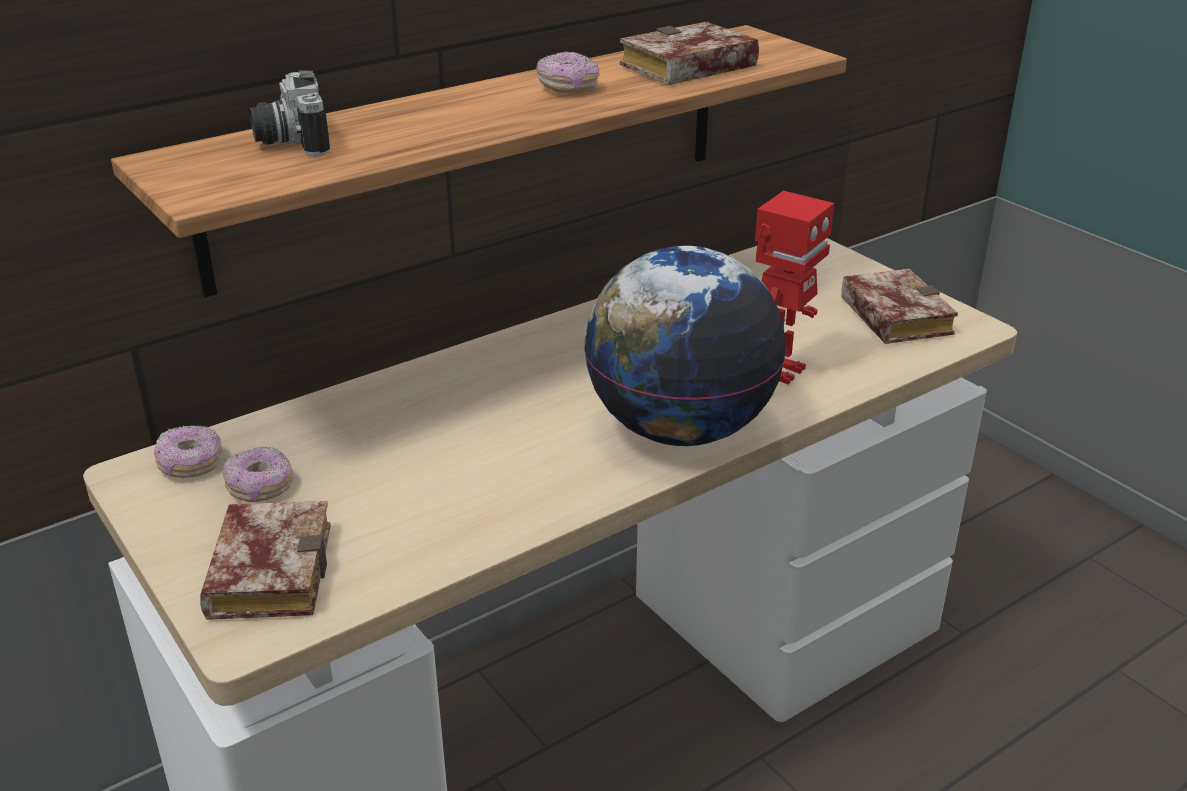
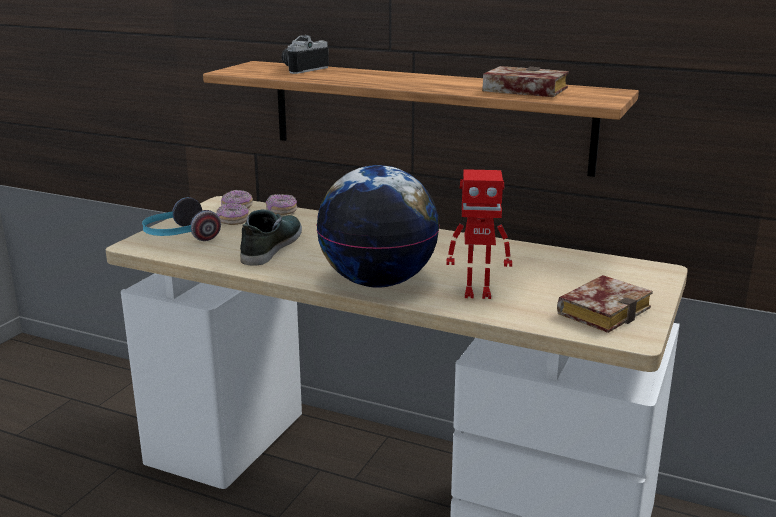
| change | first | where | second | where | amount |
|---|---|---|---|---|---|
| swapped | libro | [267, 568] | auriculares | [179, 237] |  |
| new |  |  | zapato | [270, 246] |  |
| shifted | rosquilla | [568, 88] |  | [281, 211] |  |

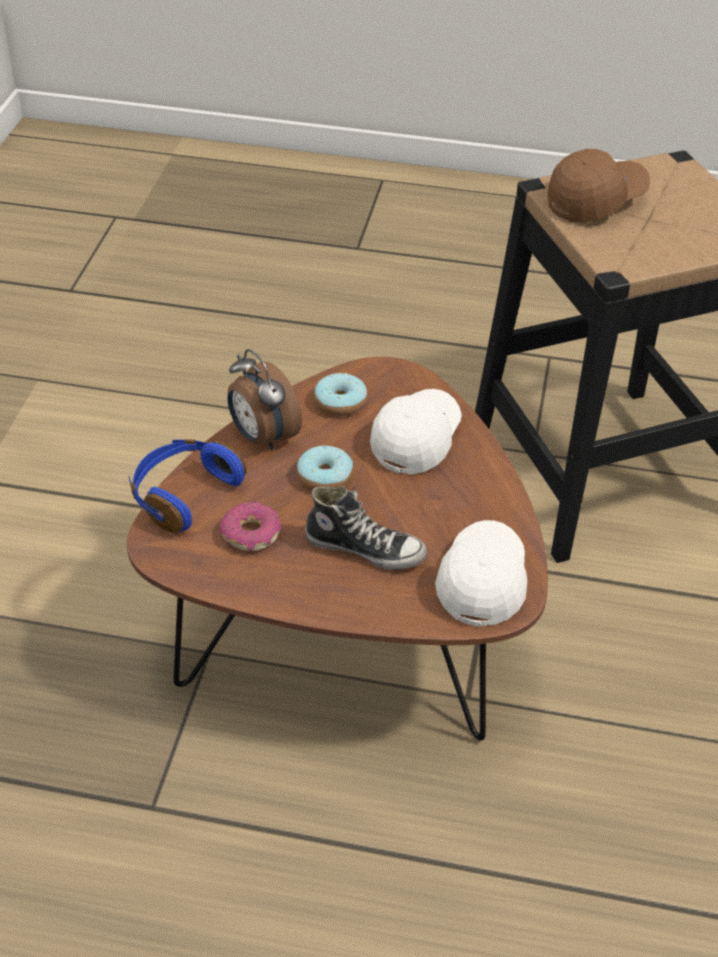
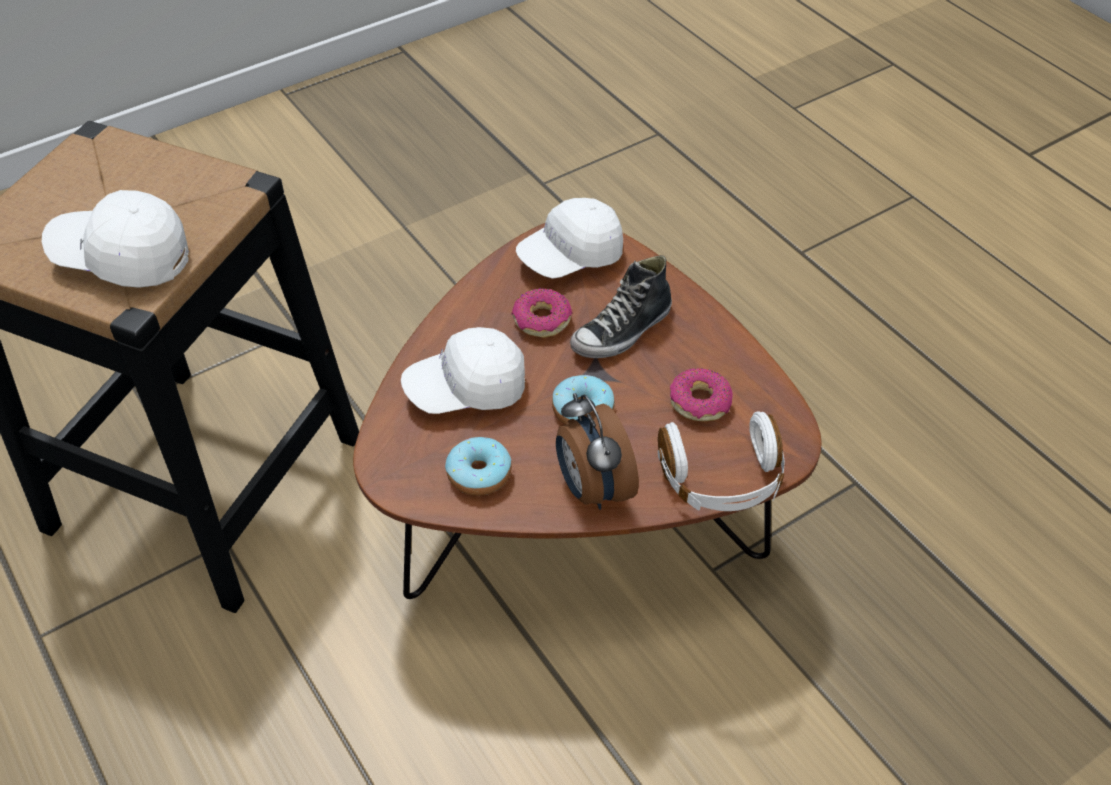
| change | first | where | second | where | amount |
|---|---|---|---|---|---|
| repainted | gorra [marrón] | [596, 200] | gorra [blanco] | [122, 257] |  |
| new |  |  | rosquilla | [541, 320] |  |
| rotated | despertador | [262, 437] |  | [592, 488] | 150 degrees clockwise |
| rotated | zapato | [365, 548] |  | [622, 331] | 105 degrees counterclockwise |
| repainted | auriculares [azul] | [183, 494] | auriculares [blanco] | [722, 479] |  |

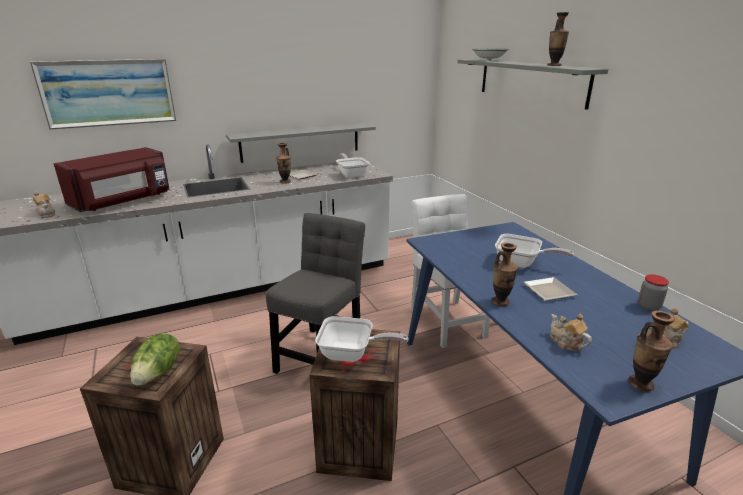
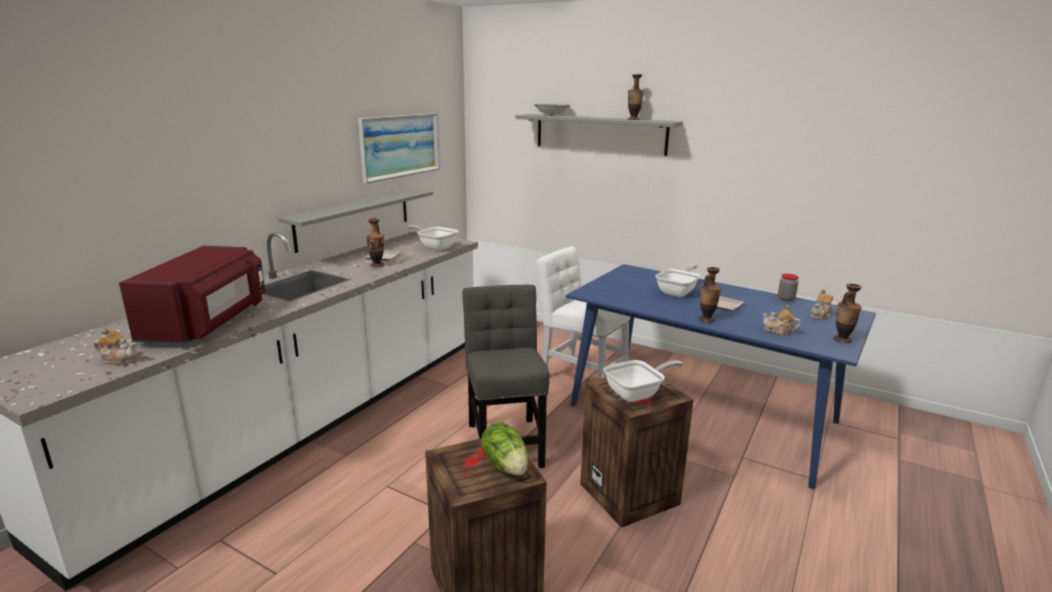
| change | first | where | second | where | amount |
|---|---|---|---|---|---|
| shifted | cuadro | [108, 93] |  | [400, 146] |  |
| rotated | sartén | [521, 264] |  | [678, 292] | 45 degrees counterclockwise |

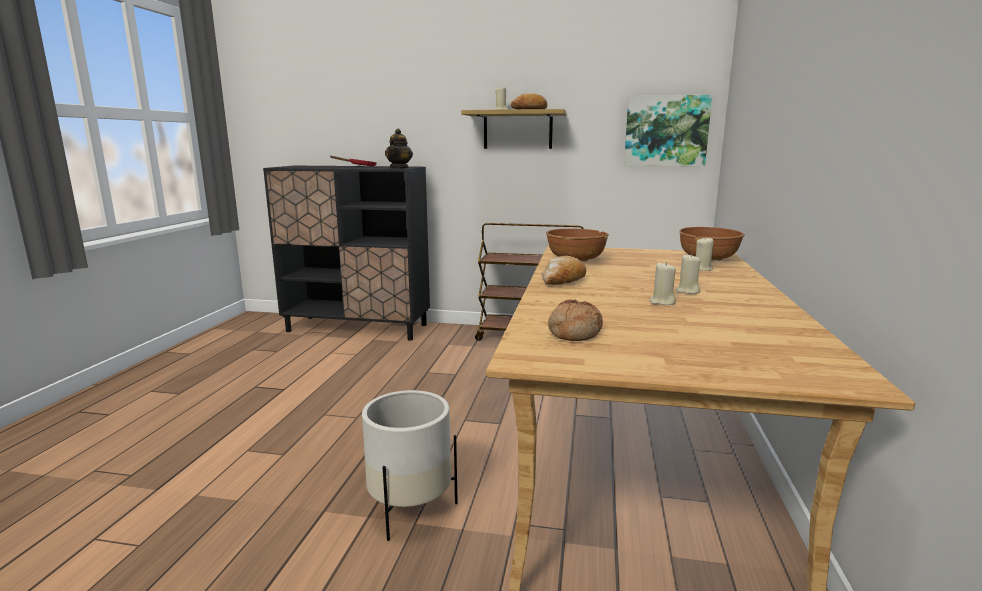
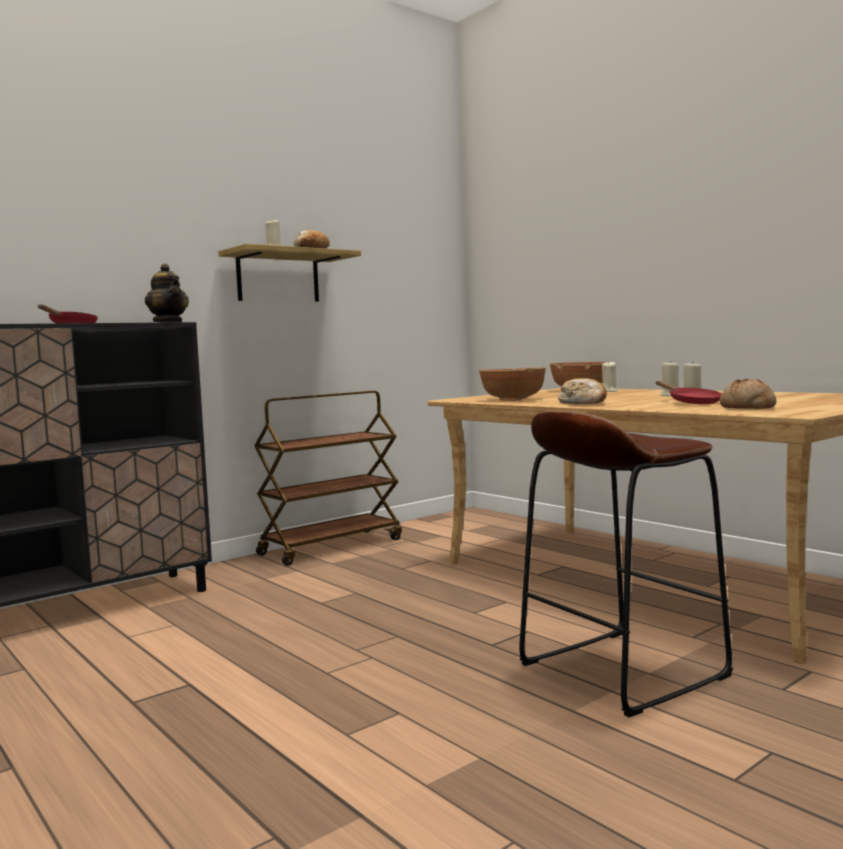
| change | first | where | second | where | amount |
|---|---|---|---|---|---|
| swapped | maceta [blanco] | [410, 509] | taburete [marrón] | [621, 670] |  |
| new |  |  | sartén [rojo] | [691, 402] |  |
| gone | cuadro | [666, 131] |  |  |  |

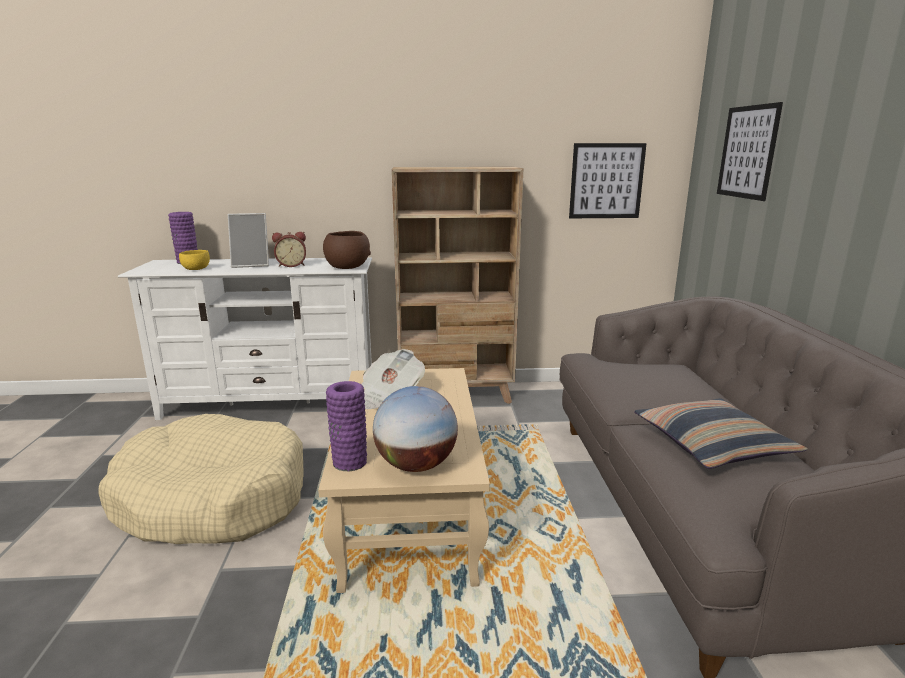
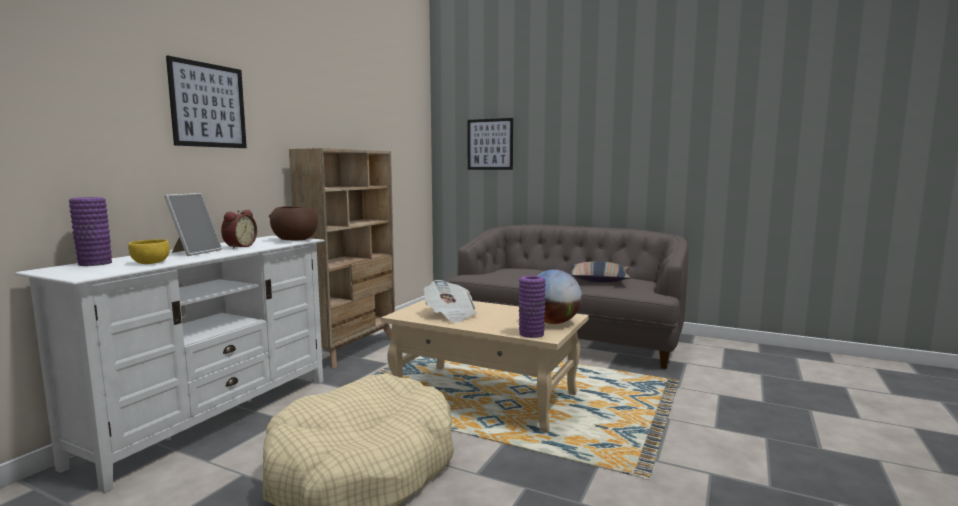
| change | first | where | second | where | amount |
|---|---|---|---|---|---|
| shifted | cuadro | [606, 181] |  | [208, 105] |  |

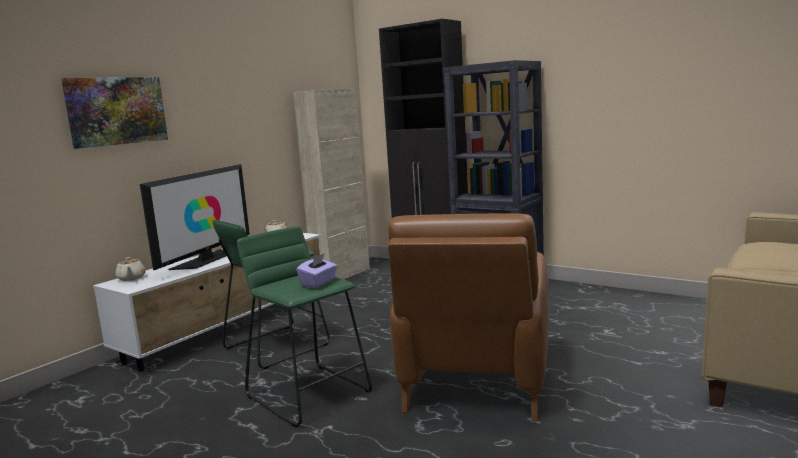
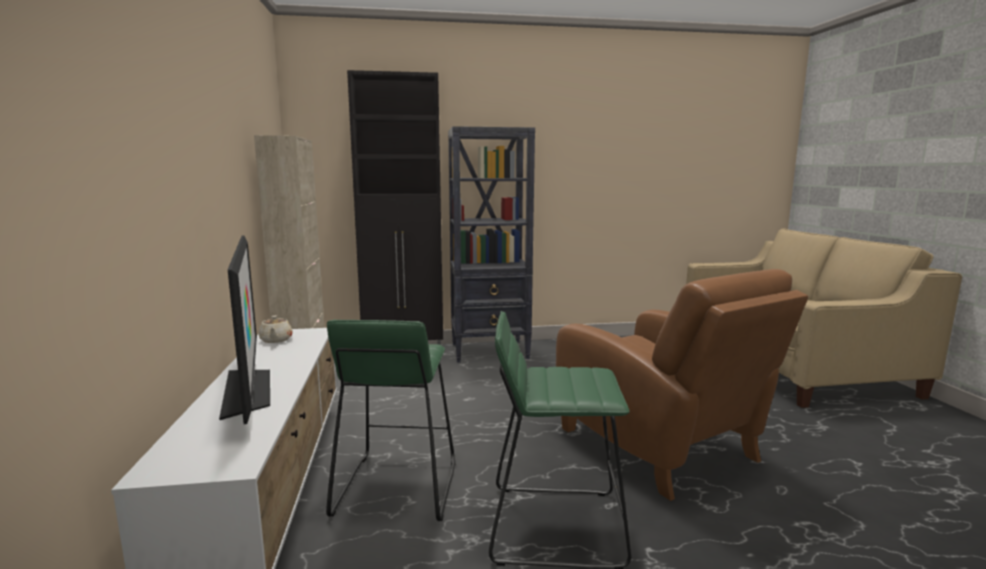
| change | first | where | second | where | amount |
|---|---|---|---|---|---|
| gone | cuadro | [117, 111] |  |  |  |
| gone | tetera [beis] | [131, 278] |  |  |  |
| gone | caja de pañuelos [morado] | [318, 283] |  |  |  |

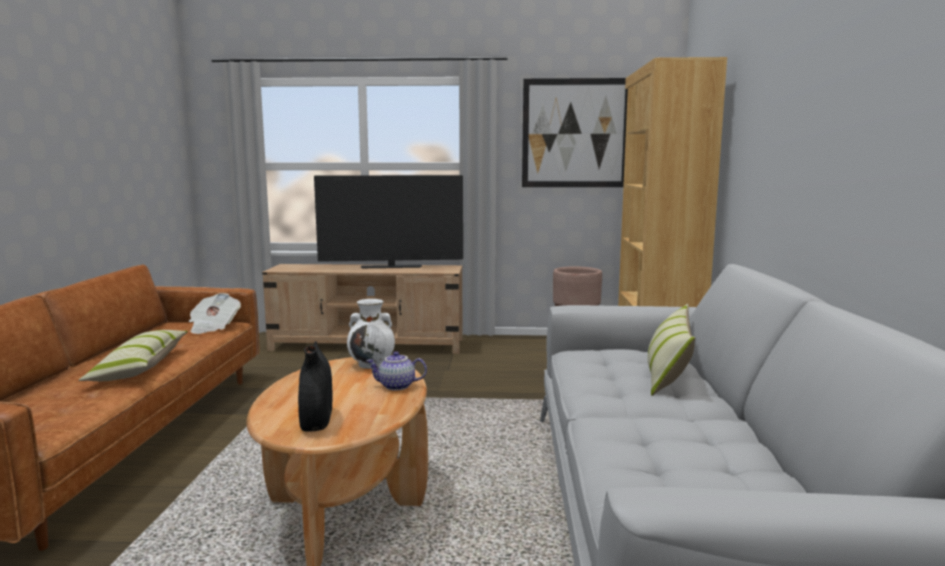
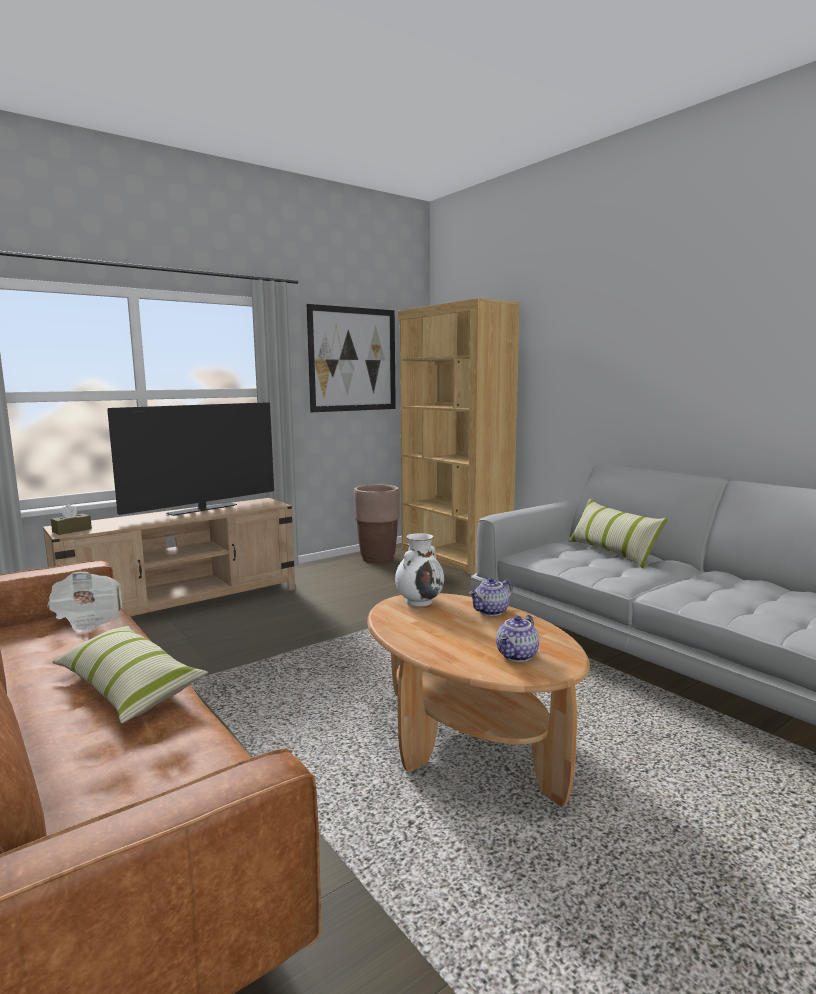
| change | first | where | second | where | amount |
|---|---|---|---|---|---|
| new |  |  | caja de pañuelos [marrón] | [72, 530] |  |
| swapped | florero [negro] | [317, 420] | tetera | [517, 656] |  |

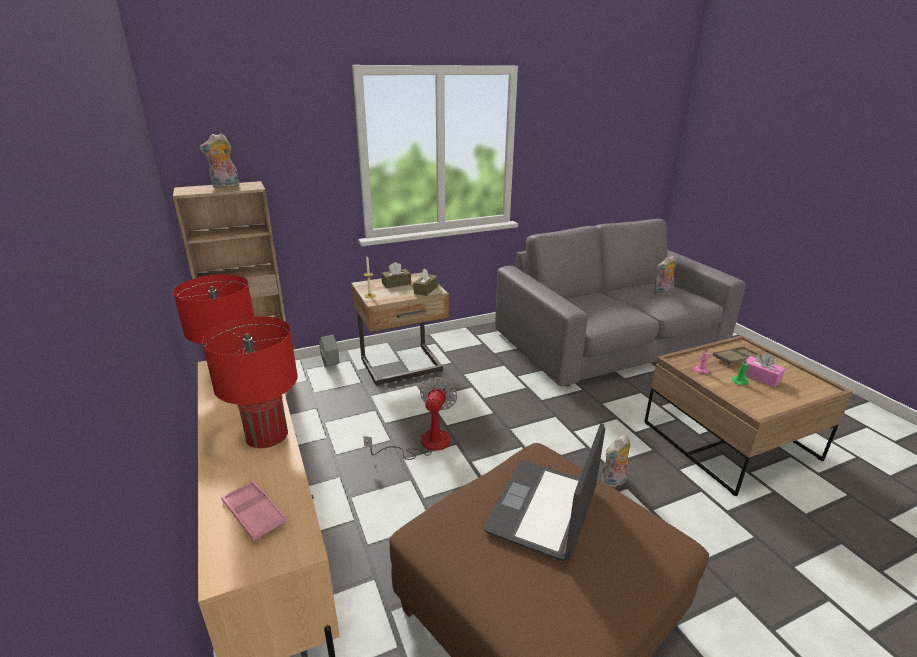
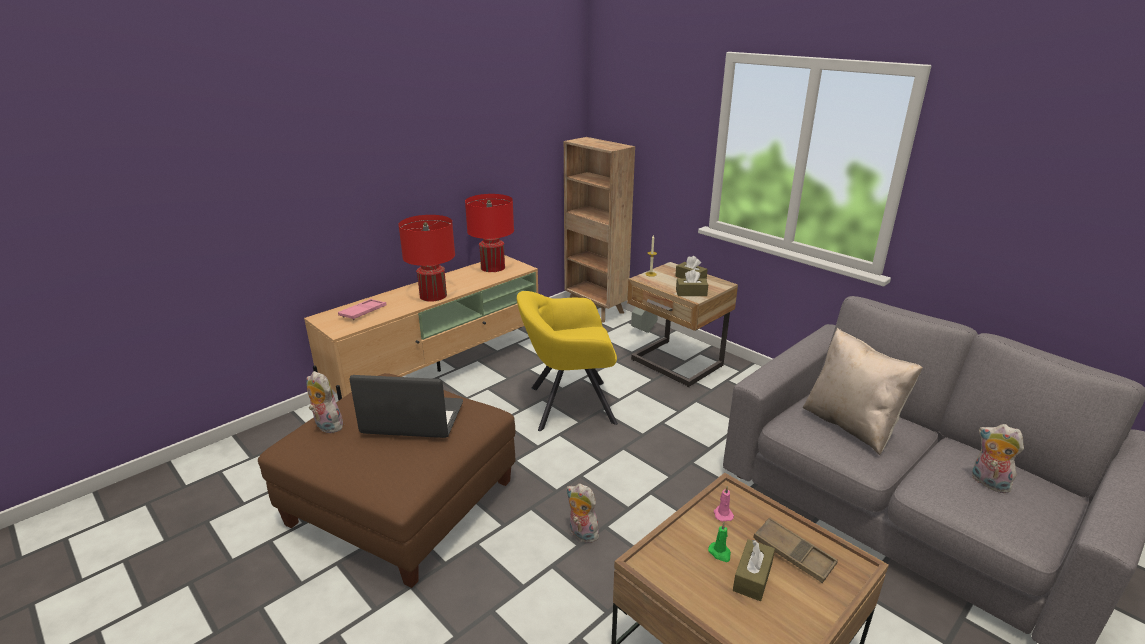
| change | first | where | second | where | amount |
|---|---|---|---|---|---|
| shifted | peluche | [225, 187] |  | [326, 426] |  |
| swapped | ventilador | [425, 444] | sillón [amarillo] | [568, 405] |  |
| repainted | caja de pañuelos [rosa] | [760, 377] | caja de pañuelos [marrón] | [752, 577] |  |
| new |  |  | cojín [beis] | [850, 425] |  |

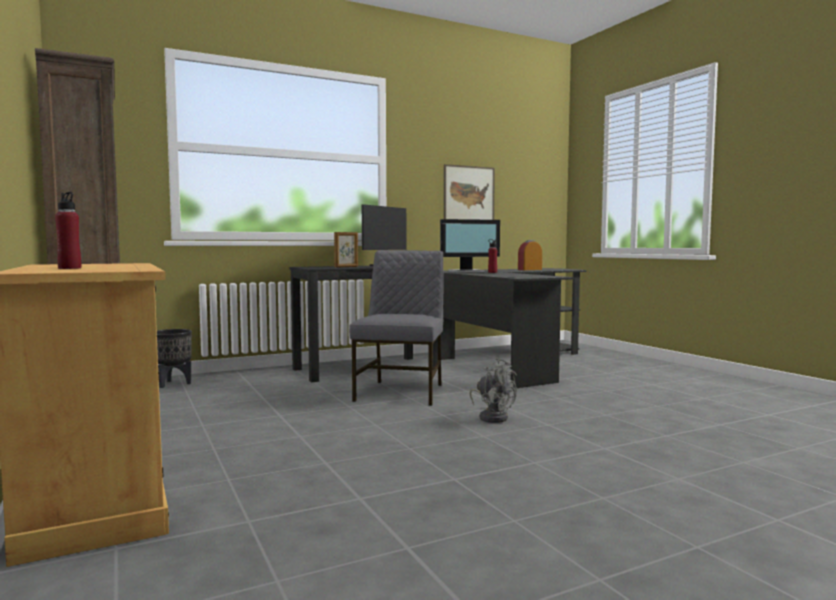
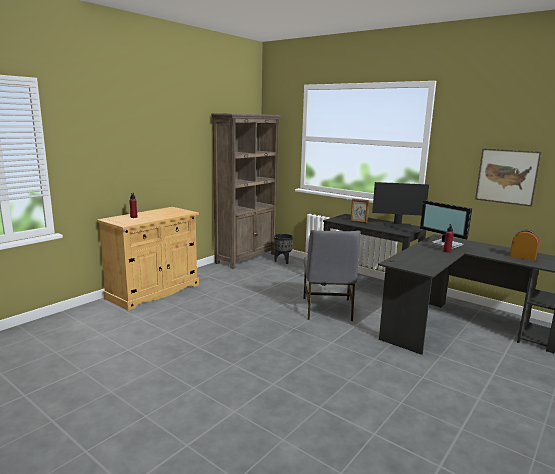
| change | first | where | second | where | amount |
|---|---|---|---|---|---|
| rotated | silla [gris] | [402, 392] |  | [327, 309] | 105 degrees clockwise |
| gone | ventilador [gris] | [492, 417] |  |  |  |

